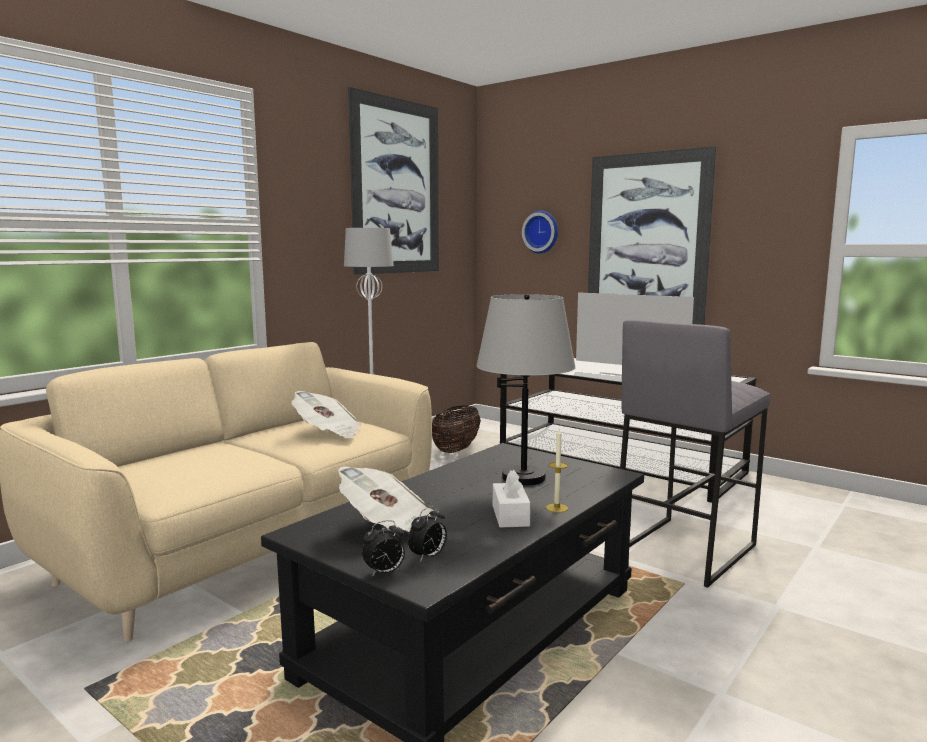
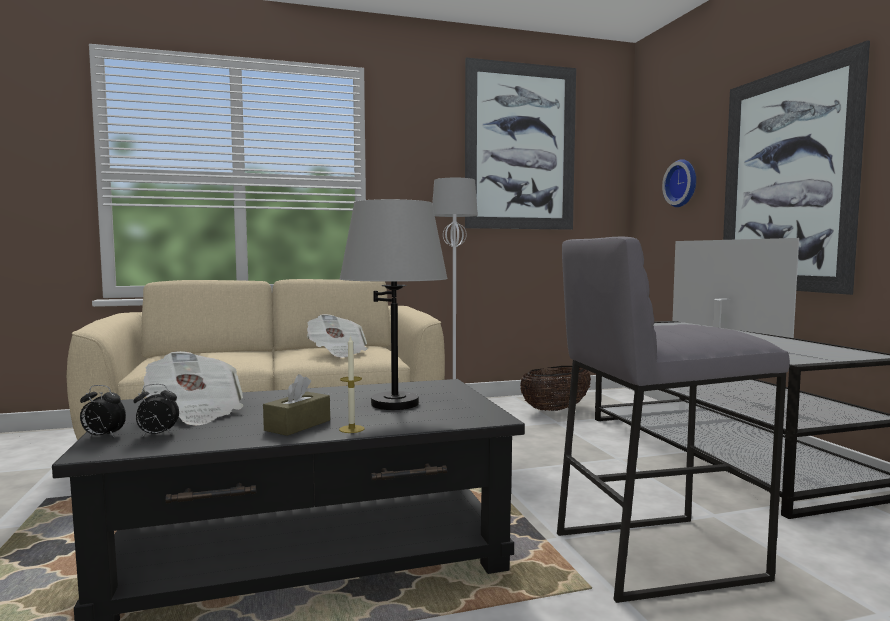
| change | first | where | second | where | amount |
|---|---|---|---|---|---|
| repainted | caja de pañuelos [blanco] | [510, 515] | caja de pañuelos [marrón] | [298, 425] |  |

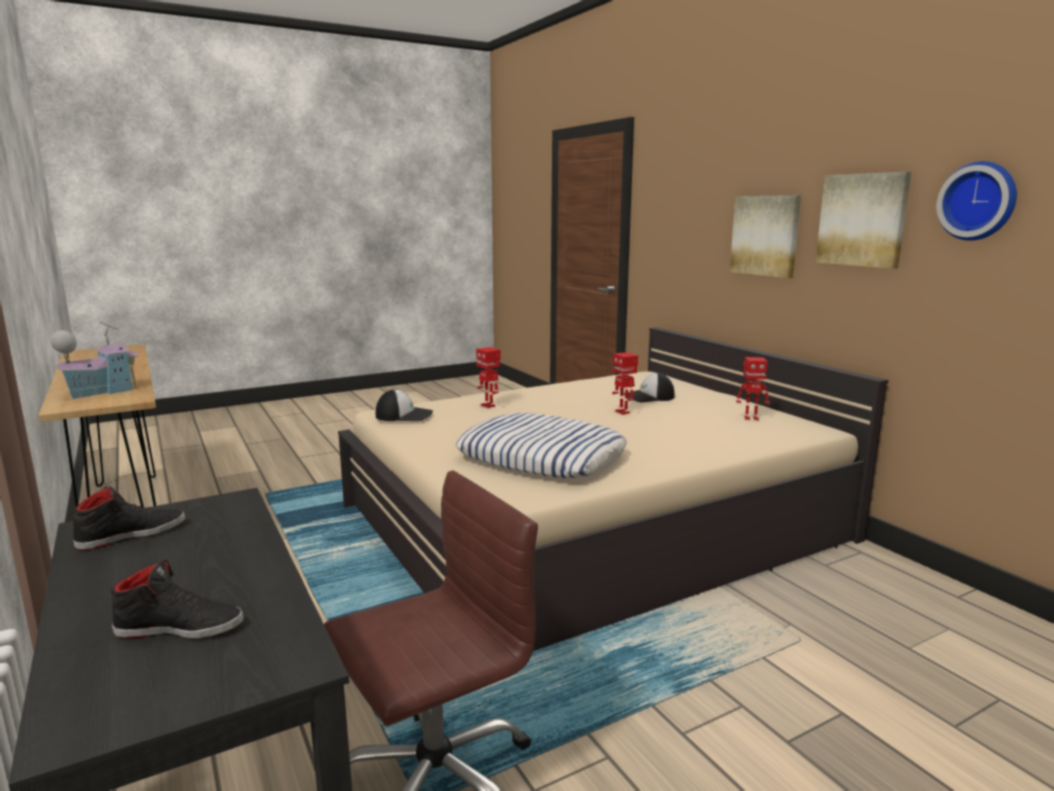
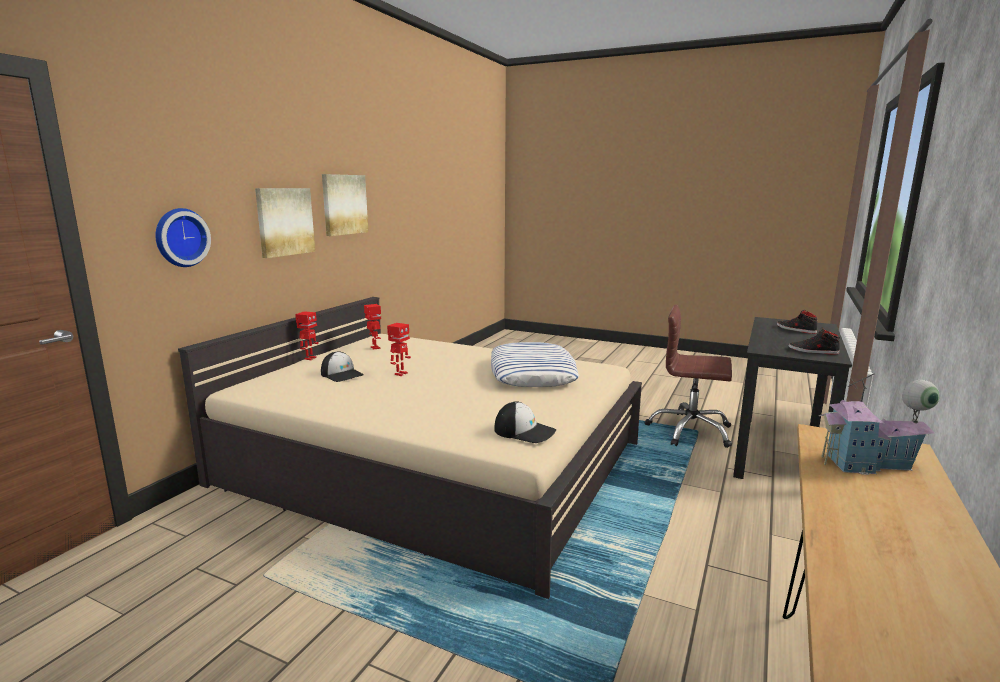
| change | first | where | second | where | amount |
|---|---|---|---|---|---|
| shifted | reloj de pared | [979, 201] |  | [180, 237] |  |
| shifted | robot de juguete | [488, 405] |  | [309, 358] |  |
| rotated | gorra | [404, 415] |  | [525, 431] | 150 degrees clockwise |

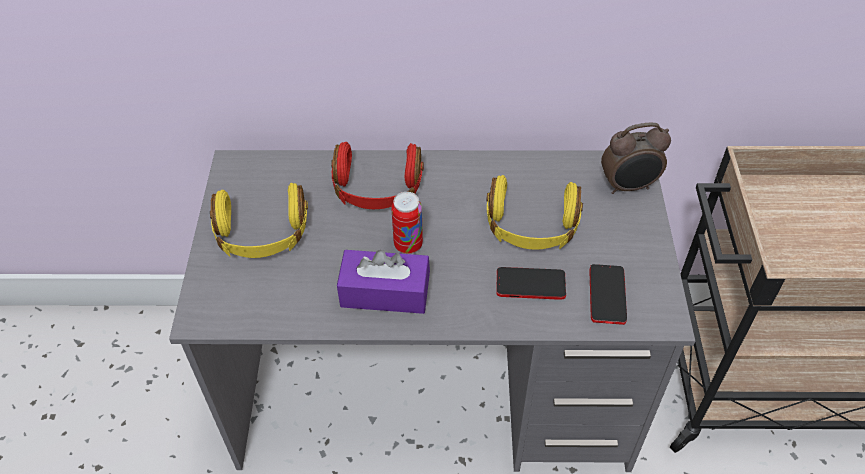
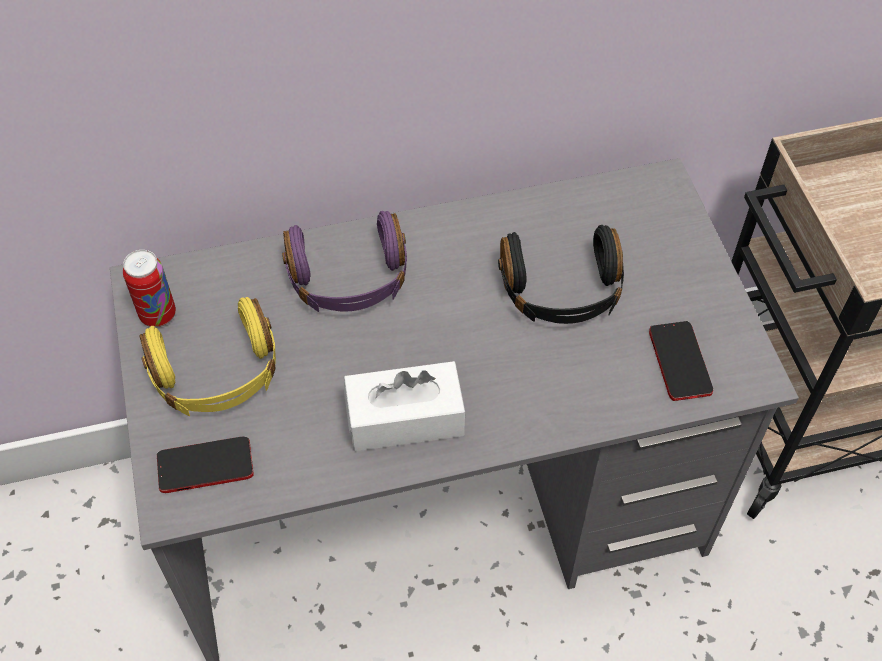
| change | first | where | second | where | amount |
|---|---|---|---|---|---|
| shifted | lata | [408, 245] |  | [158, 315] |  |
| shifted | móvil | [530, 284] |  | [205, 465] |  |
| repainted | auriculares [rojo] | [377, 189] | auriculares [morado] | [349, 280] |  |
| repainted | caja de pañuelos [morado] | [385, 292] | caja de pañuelos [blanco] | [405, 418] |  |
| repainted | auriculares [amarillo] | [531, 227] | auriculares [negro] | [561, 291] |  |
| gone | despertador | [628, 186] |  |  |  |

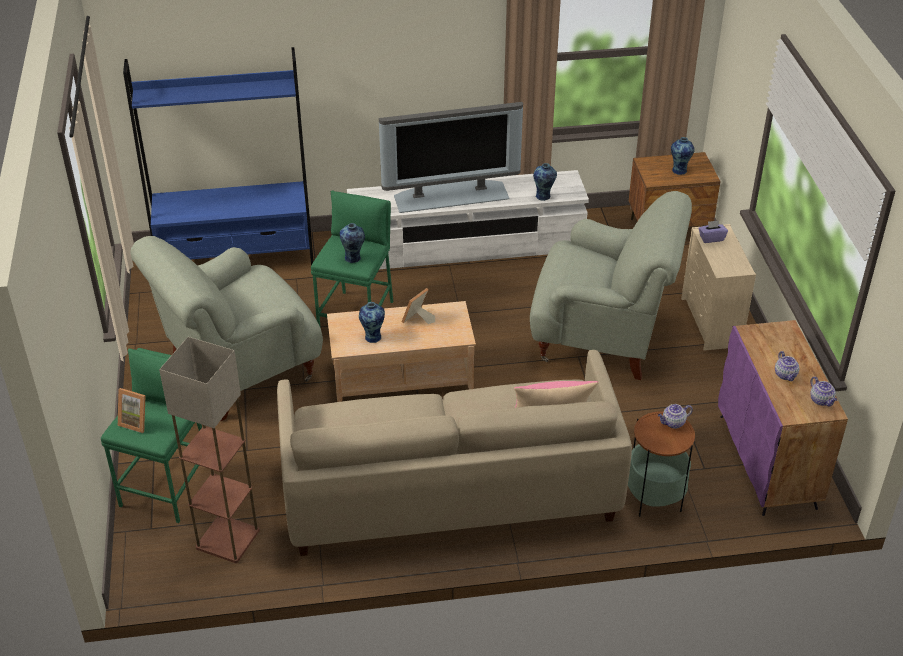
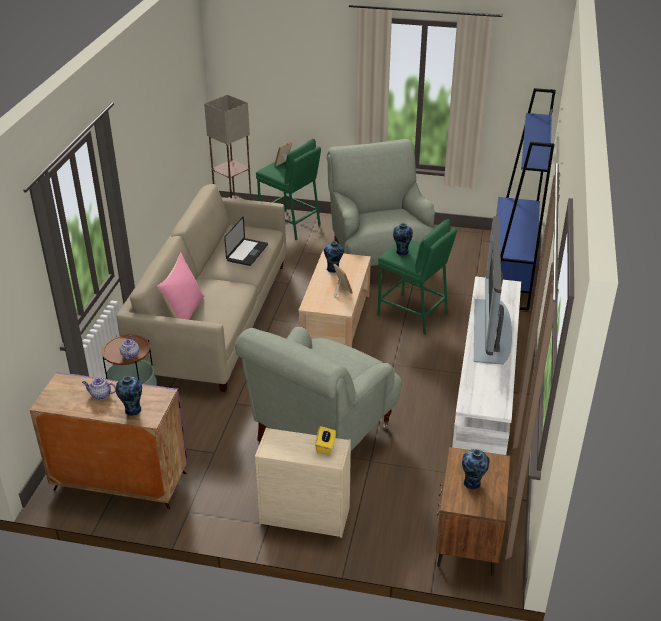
| change | first | where | second | where | amount |
|---|---|---|---|---|---|
| shifted | florero | [543, 196] |  | [132, 410] |  |
| new |  |  | portátil | [247, 253] |  |
| repainted | caja de pañuelos [morado] | [711, 238] | caja de pañuelos [amarillo] | [325, 446] |  |
| gone | tetera | [821, 400] |  |  |  |

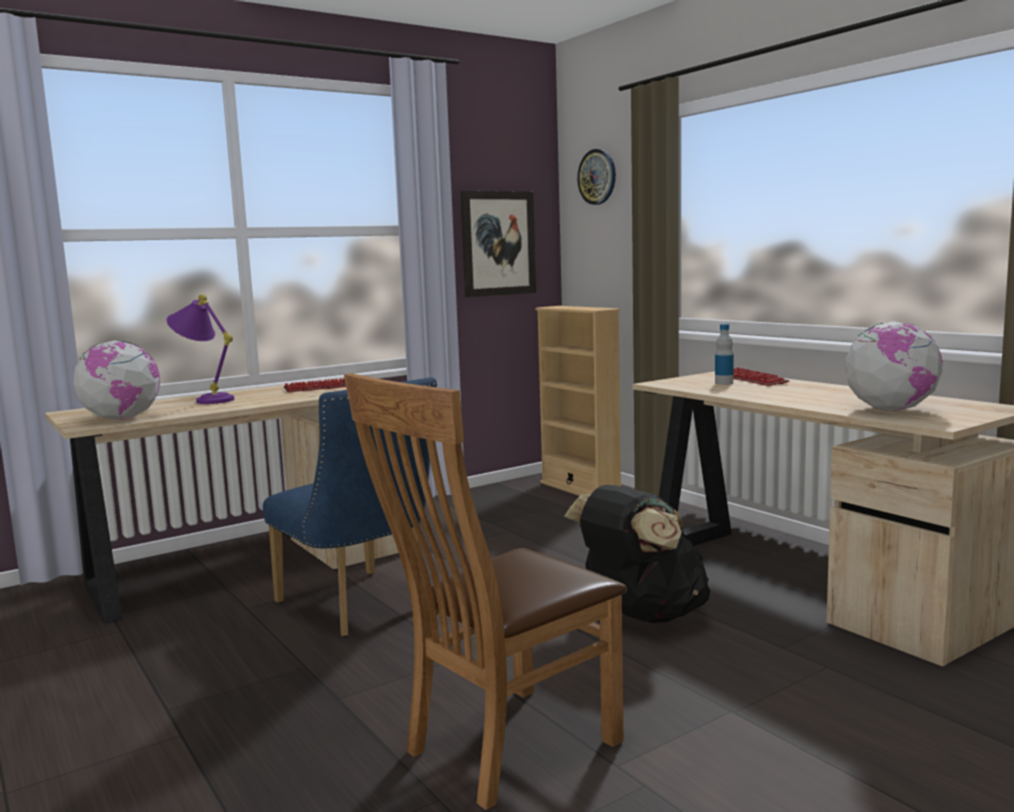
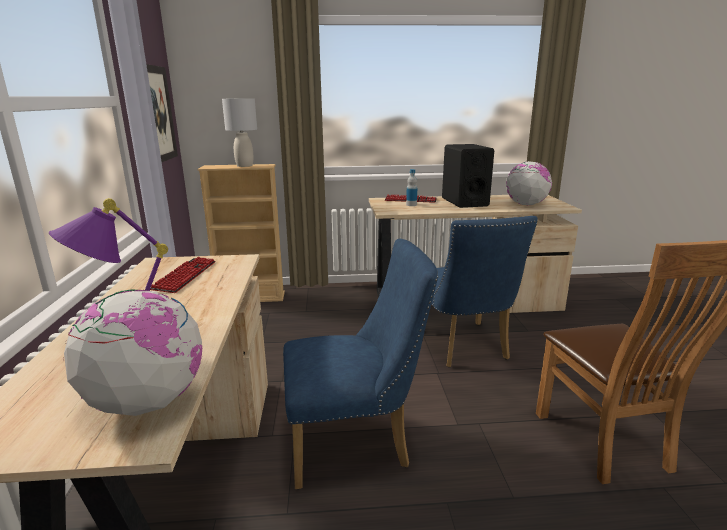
| change | first | where | second | where | amount |
|---|---|---|---|---|---|
| new |  |  | lámpara de mesa [gris] | [245, 165] |  |
| swapped | mochila [negro] | [640, 614] | silla [azul] | [464, 348] |  |
| new |  |  | altavoz [negro] | [464, 202] |  |
| gone | reloj de pared | [597, 177] |  |  |  |

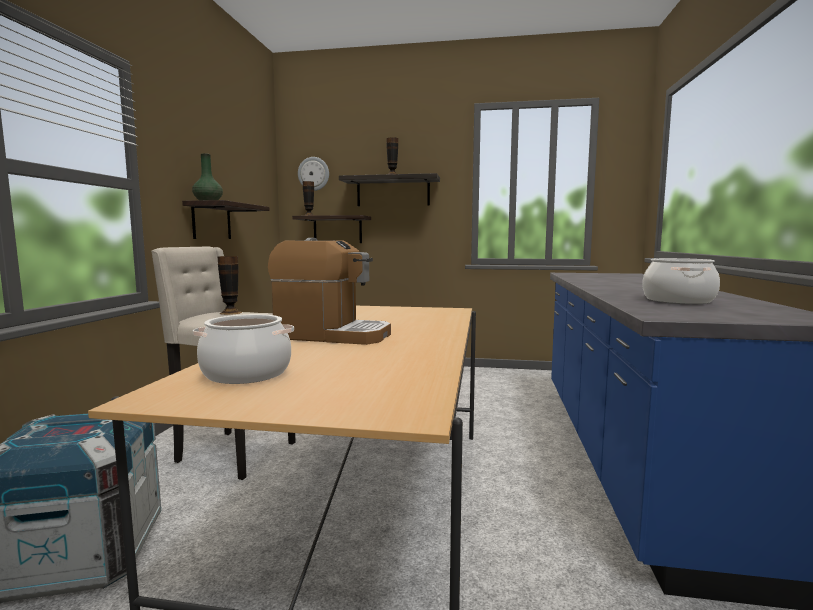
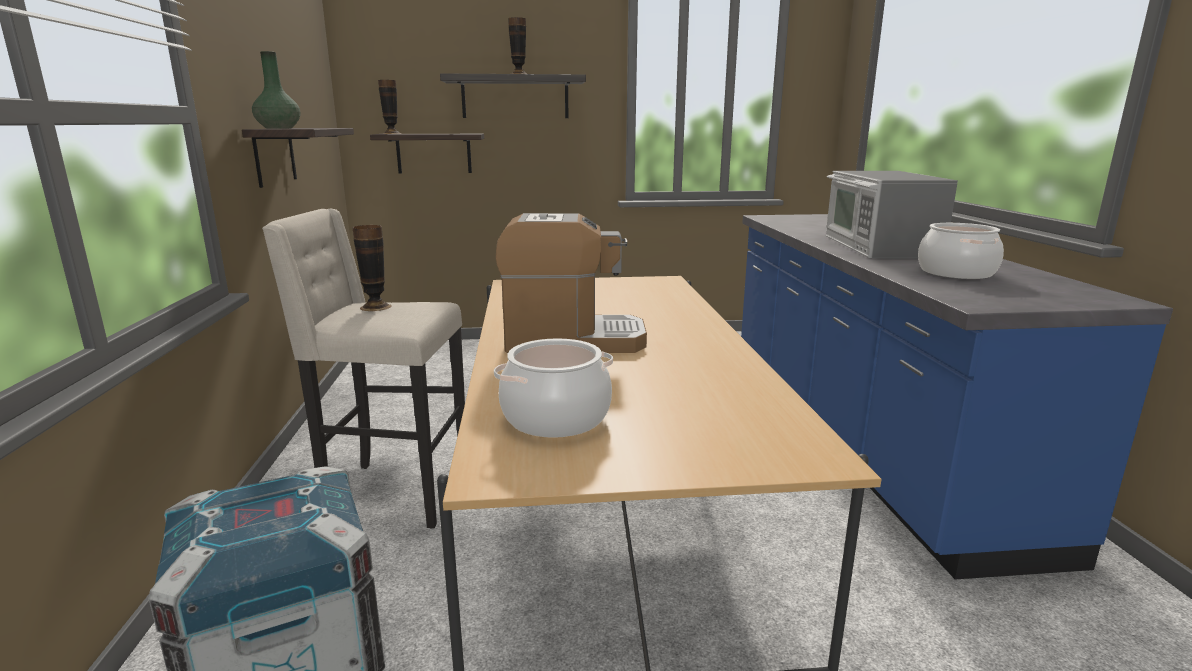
| change | first | where | second | where | amount |
|---|---|---|---|---|---|
| new |  |  | microondas | [877, 246] |  |
| gone | reloj de pared | [313, 174] |  |  |  |

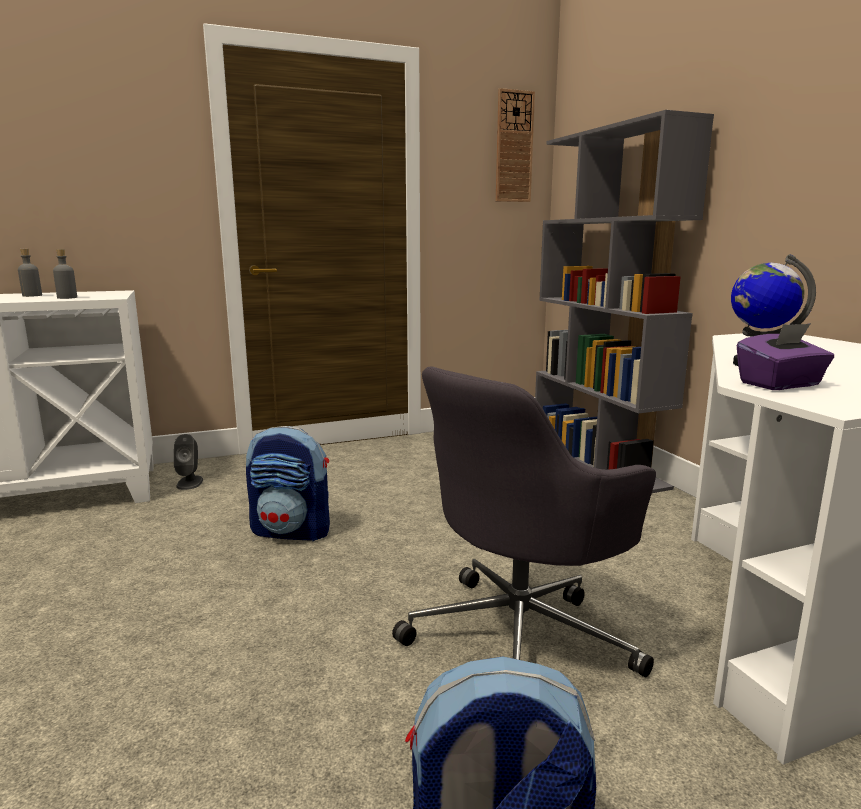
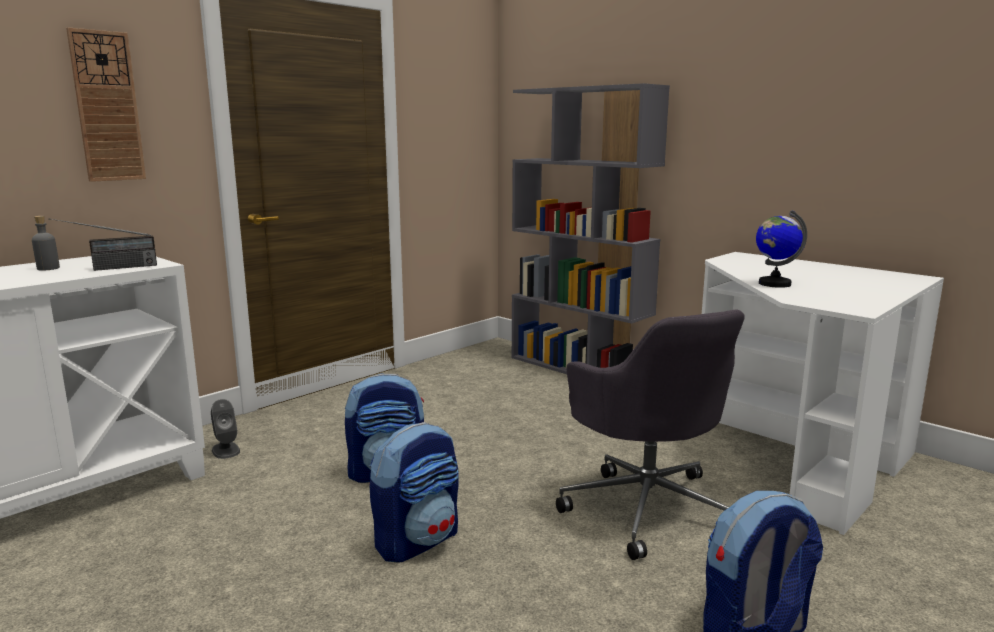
| change | first | where | second | where | amount |
|---|---|---|---|---|---|
| swapped | botella [gris] | [67, 297] | radio | [108, 268] |  |
| shifted | reloj de pared | [514, 147] |  | [107, 107] |  |
| new |  |  | mochila | [418, 540] |  |
| rotated | silla de oficina [gris] | [521, 638] |  | [647, 507] | 45 degrees counterclockwise |
| gone | caja de pañuelos [morado] | [780, 384] |  |  |  |

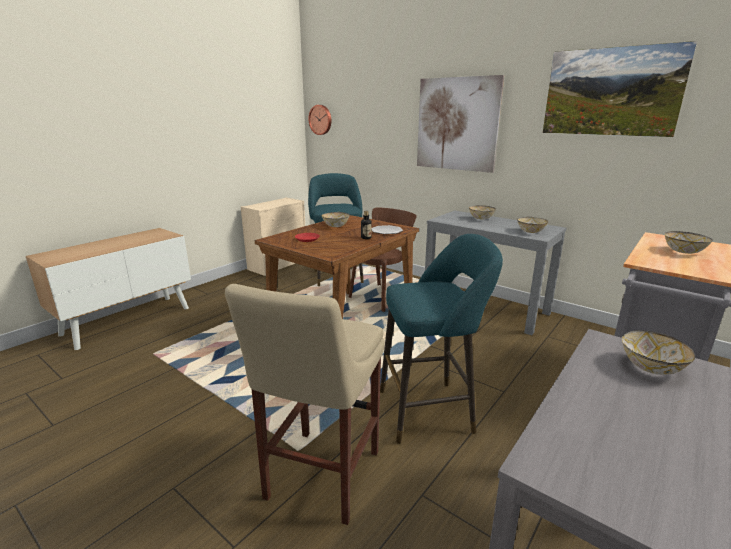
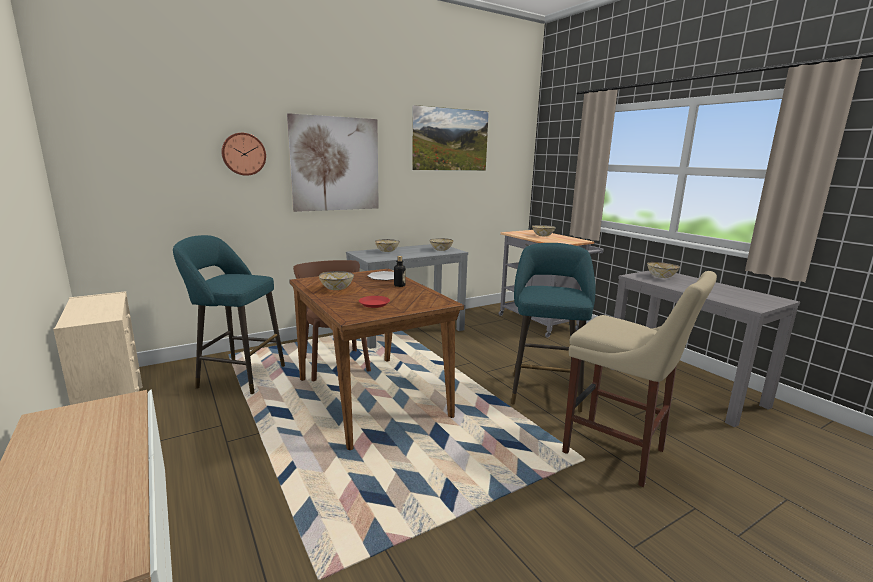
| change | first | where | second | where | amount |
|---|---|---|---|---|---|
| shifted | reloj de pared | [321, 119] |  | [243, 154] |  |

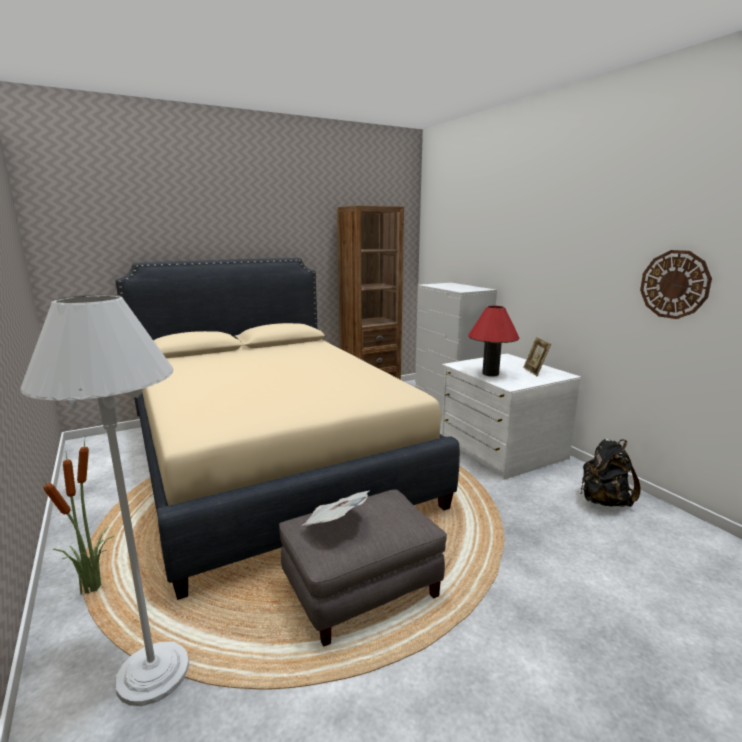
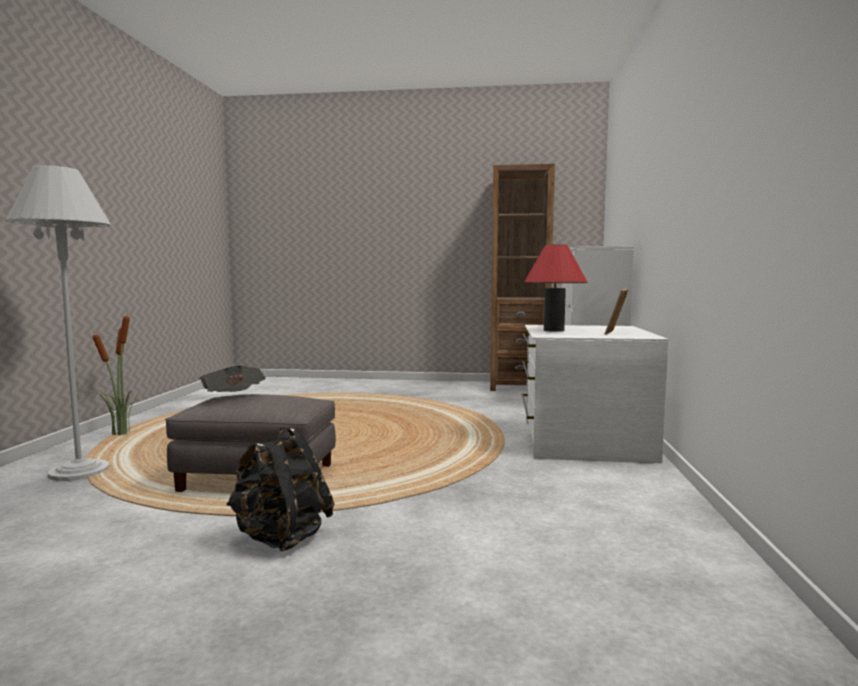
| change | first | where | second | where | amount |
|---|---|---|---|---|---|
| shifted | mochila [negro] | [604, 501] |  | [281, 538] |  |
| gone | cama [beis] | [271, 462] |  |  |  |
| gone | reloj de pared | [674, 284] |  |  |  |

